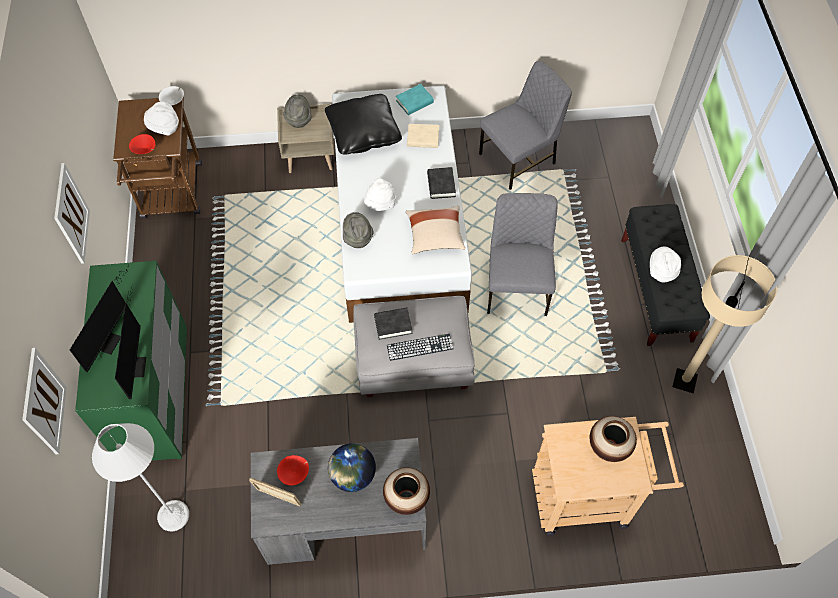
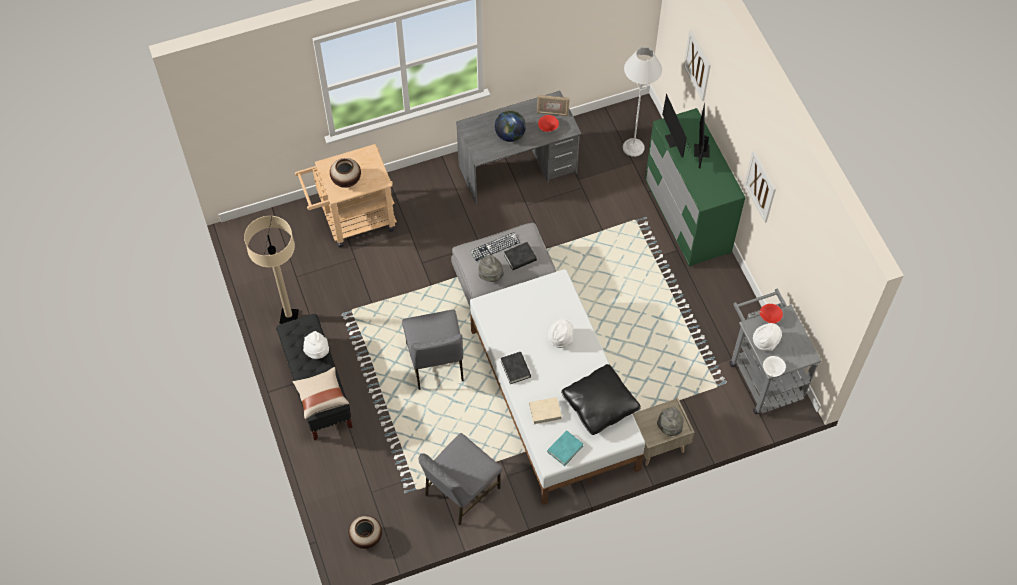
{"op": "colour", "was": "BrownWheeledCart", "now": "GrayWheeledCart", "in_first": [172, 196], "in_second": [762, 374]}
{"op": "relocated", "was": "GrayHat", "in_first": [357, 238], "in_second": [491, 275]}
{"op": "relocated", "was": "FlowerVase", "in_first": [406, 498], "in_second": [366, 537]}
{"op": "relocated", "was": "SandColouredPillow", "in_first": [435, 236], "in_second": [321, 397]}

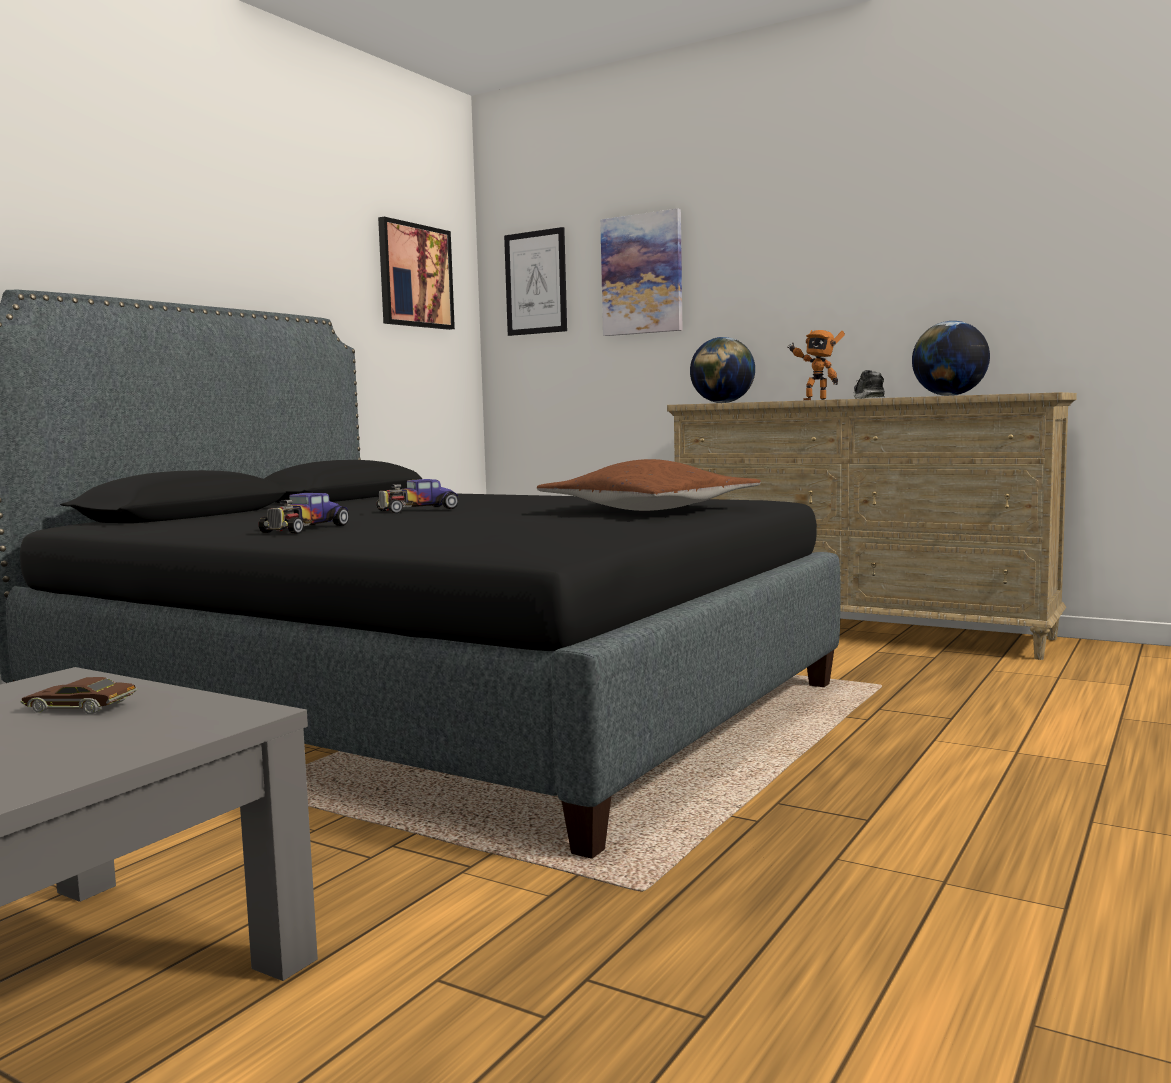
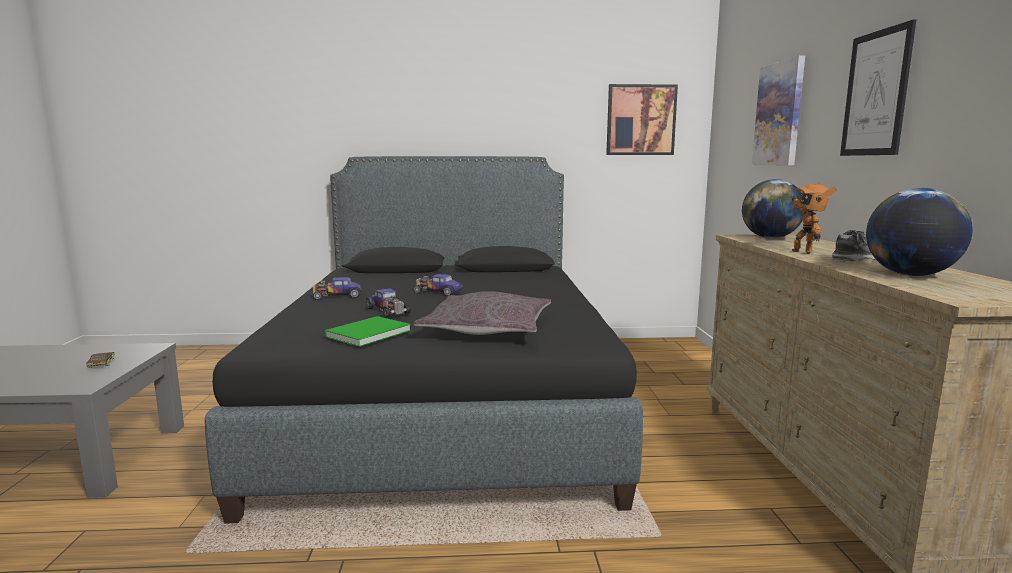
{"op": "relocated", "was": "WallPicture", "in_first": [536, 282], "in_second": [876, 93]}
{"op": "colour", "was": "BrownPillow", "now": "GrayPillow", "in_first": [648, 510], "in_second": [487, 329]}
{"op": "appeared", "now": "GreenishBoundBook", "in_second": [365, 333]}
{"op": "appeared", "now": "MiniatureCar", "in_second": [388, 311]}

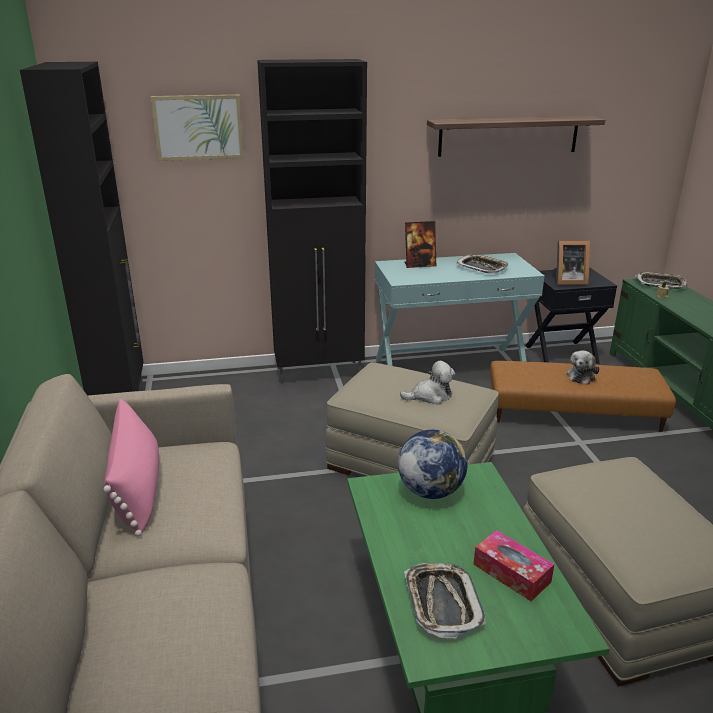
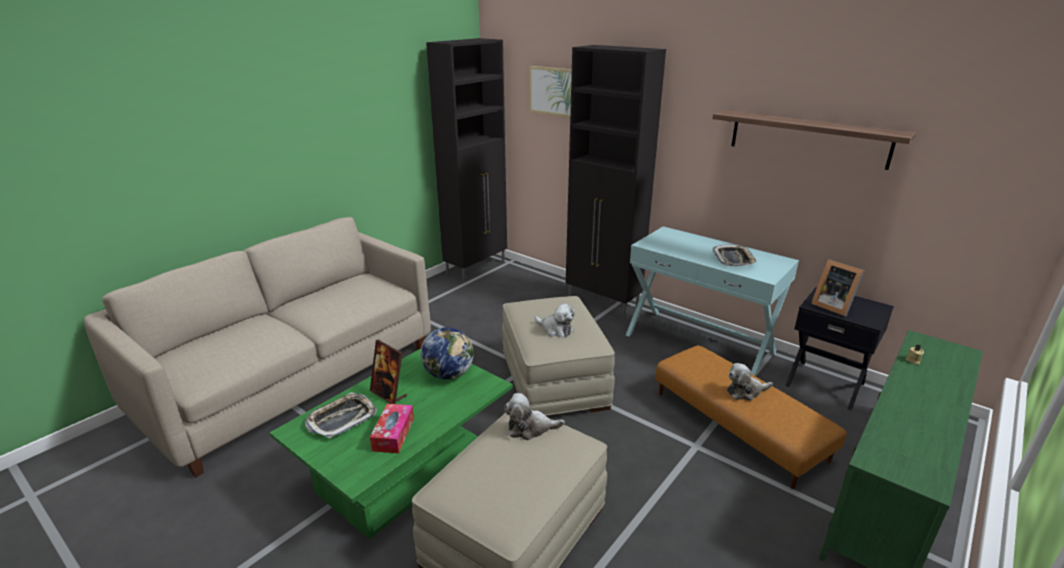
{"op": "missing", "was": "PinkishPillow", "in_first": [138, 488]}
{"op": "relocated", "was": "PhotoFrame", "in_first": [419, 265], "in_second": [388, 394]}
{"op": "missing", "was": "CarryingTray", "in_first": [660, 284]}
{"op": "appeared", "now": "CuddlyToy", "in_second": [530, 428]}

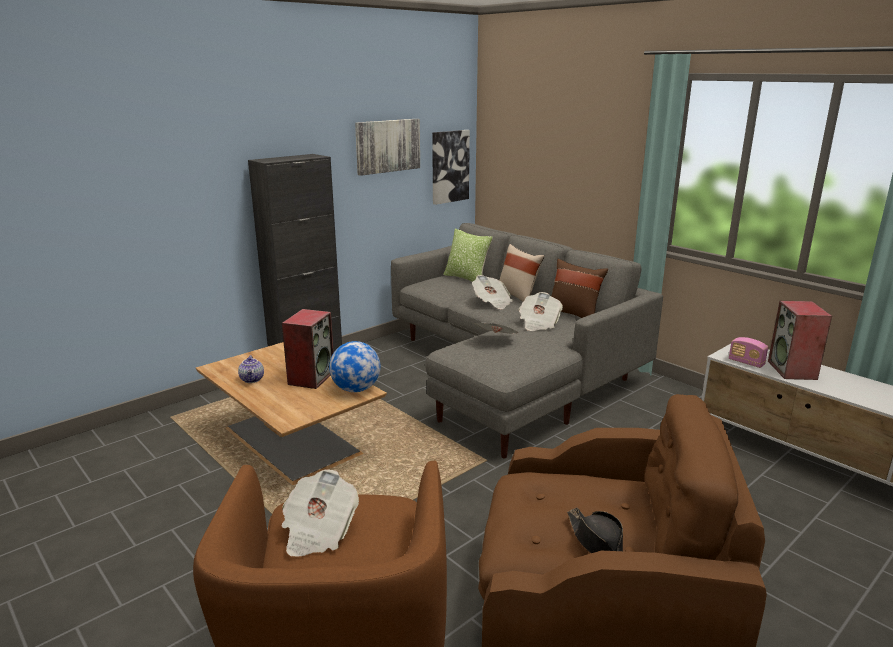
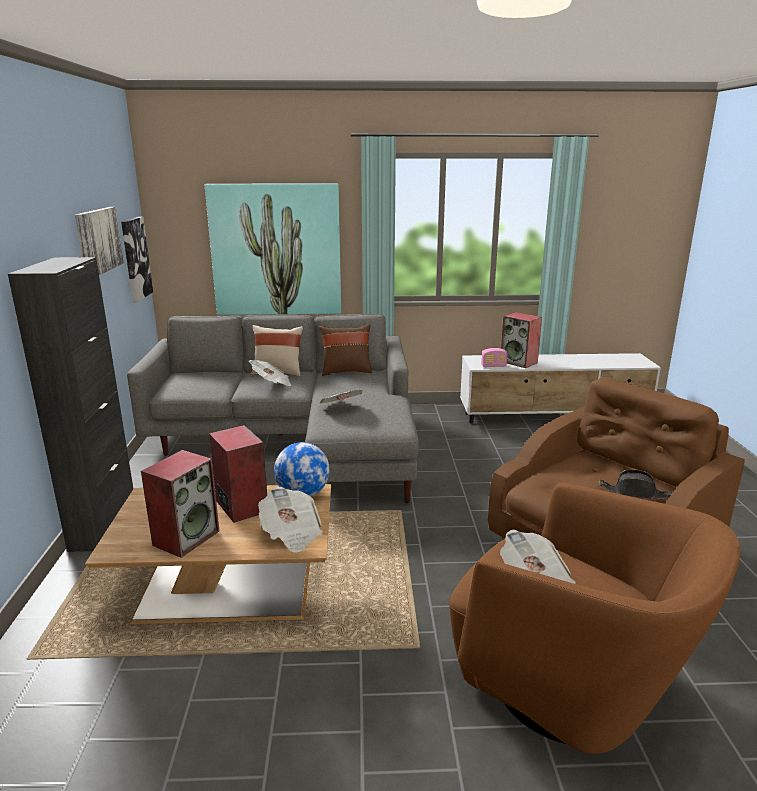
{"op": "exchanged", "was": "TeaPot", "now": "Loudspeaker", "in_first": [252, 379], "in_second": [186, 537]}
{"op": "missing", "was": "Pillow", "in_first": [466, 278]}
{"op": "relocated", "was": "PrintedPaper", "in_first": [538, 323], "in_second": [291, 534]}
{"op": "appeared", "now": "WallPicture", "in_second": [276, 250]}

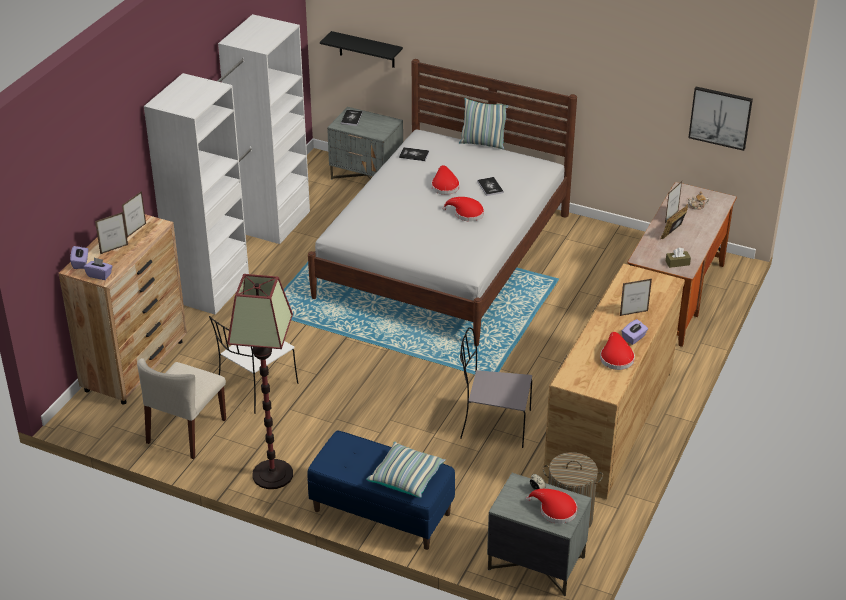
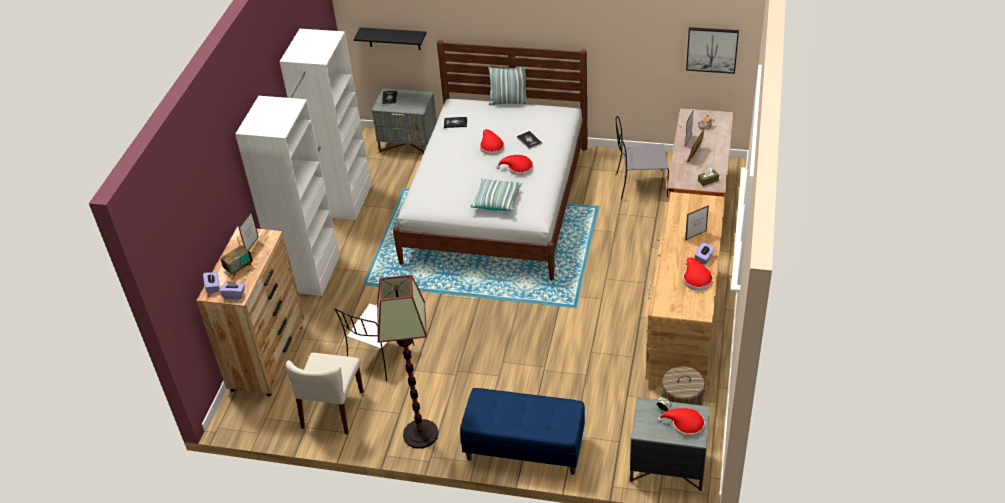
{"op": "exchanged", "was": "PhotoFrame", "now": "RadioReceiver", "in_first": [114, 249], "in_second": [239, 267]}
{"op": "relocated", "was": "Pillow", "in_first": [406, 477], "in_second": [497, 201]}
{"op": "relocated", "was": "GrayPlainChair", "in_first": [493, 424], "in_second": [640, 185]}

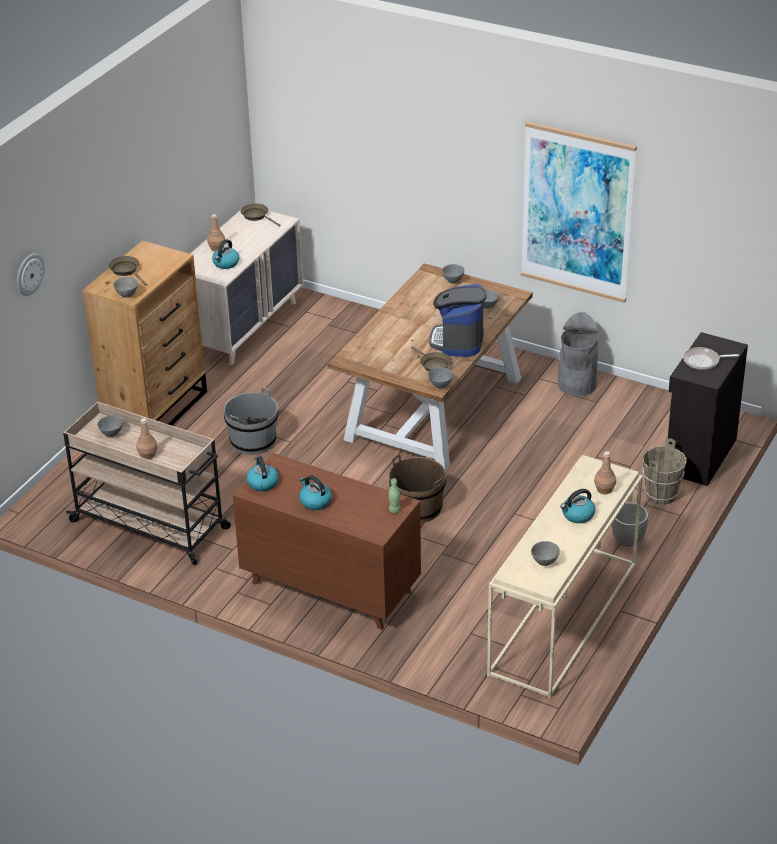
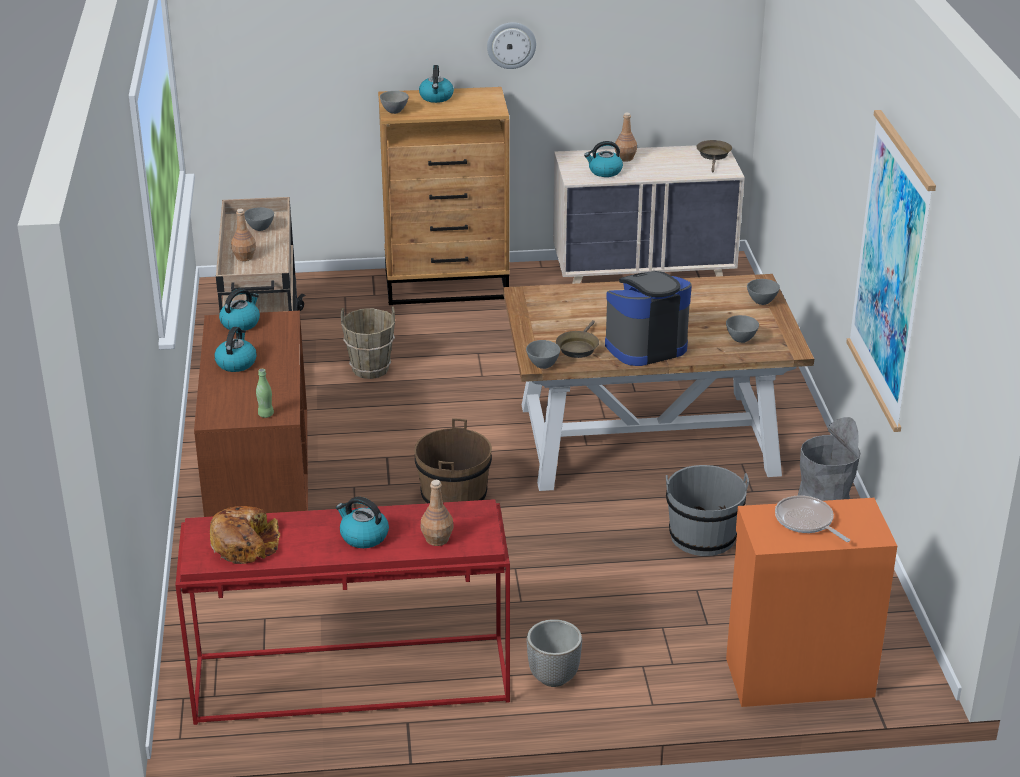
{"op": "relocated", "was": "ClockOnTheWall", "in_first": [29, 274], "in_second": [511, 45]}
{"op": "exchanged", "was": "BrownFryingPan", "now": "TeaKettle", "in_first": [126, 271], "in_second": [436, 97]}
{"op": "relocated", "was": "GrayWaterBucket", "in_first": [253, 441], "in_second": [702, 536]}
{"op": "colour", "was": "SandColouredNarrowTable", "now": "RedColouredNarrowTable", "in_first": [564, 620], "in_second": [349, 681]}
{"op": "exchanged", "was": "GrayBowl", "now": "Bread", "in_first": [545, 562], "in_second": [245, 544]}
{"op": "relocated", "was": "BrownWaterBucket", "in_first": [661, 495], "in_second": [370, 369]}
{"op": "colour", "was": "BlackishCupboard", "now": "OrangeColouredCupboard", "in_first": [699, 456], "in_second": [797, 676]}

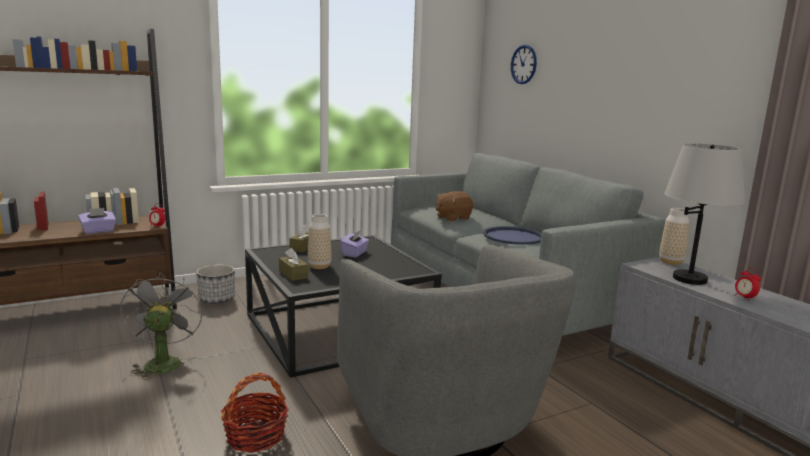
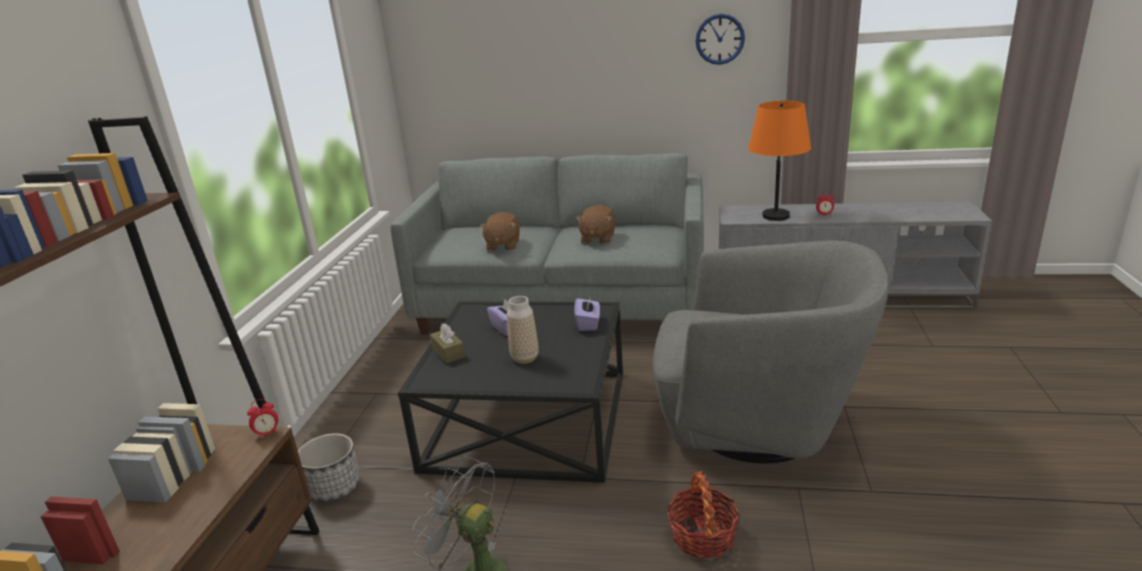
{"op": "relocated", "was": "PurplishTissueBox", "in_first": [98, 231], "in_second": [588, 324]}
{"op": "missing", "was": "BrownTissueBox", "in_first": [293, 274]}
{"op": "exchanged", "was": "BlueColouredCarryingTray", "now": "BrownCuddlyToy", "in_first": [513, 236], "in_second": [597, 238]}
{"op": "relocated", "was": "ClockOnTheWall", "in_first": [523, 64], "in_second": [720, 39]}
{"op": "missing", "was": "FlowerVase", "in_first": [671, 262]}
{"op": "colour", "was": "GrayLampForATable", "now": "OrangeColouredLampForATable", "in_first": [689, 279], "in_second": [775, 216]}

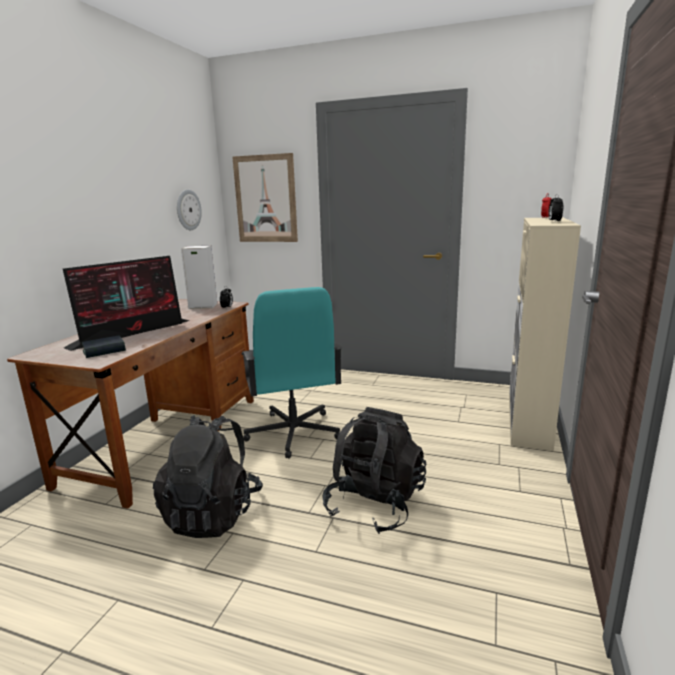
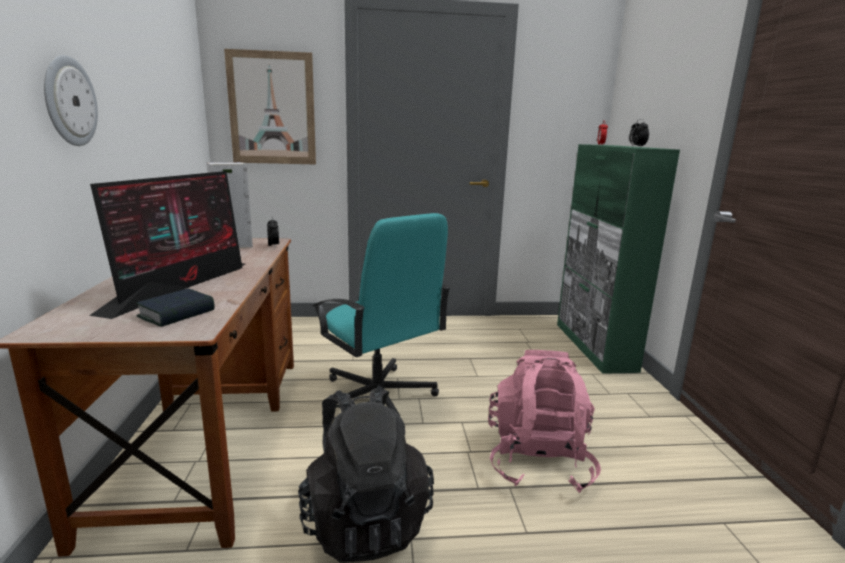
{"op": "relocated", "was": "ClockOnTheWall", "in_first": [188, 210], "in_second": [69, 101]}
{"op": "colour", "was": "BlackishBackpack", "now": "PinkishBackpack", "in_first": [375, 504], "in_second": [538, 461]}
{"op": "colour", "was": "SandColouredCupboard", "now": "GreenishCupboard", "in_first": [528, 420], "in_second": [594, 346]}

